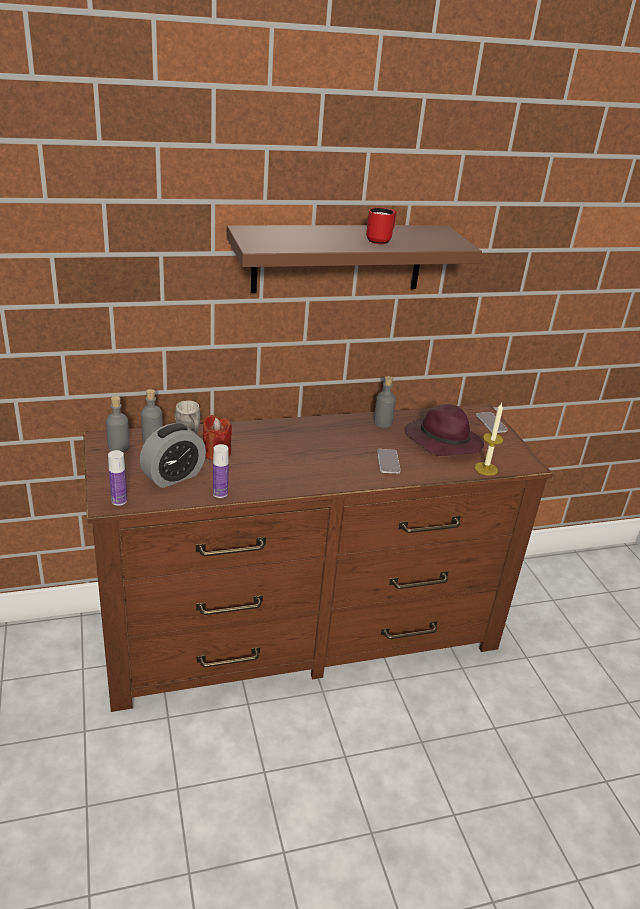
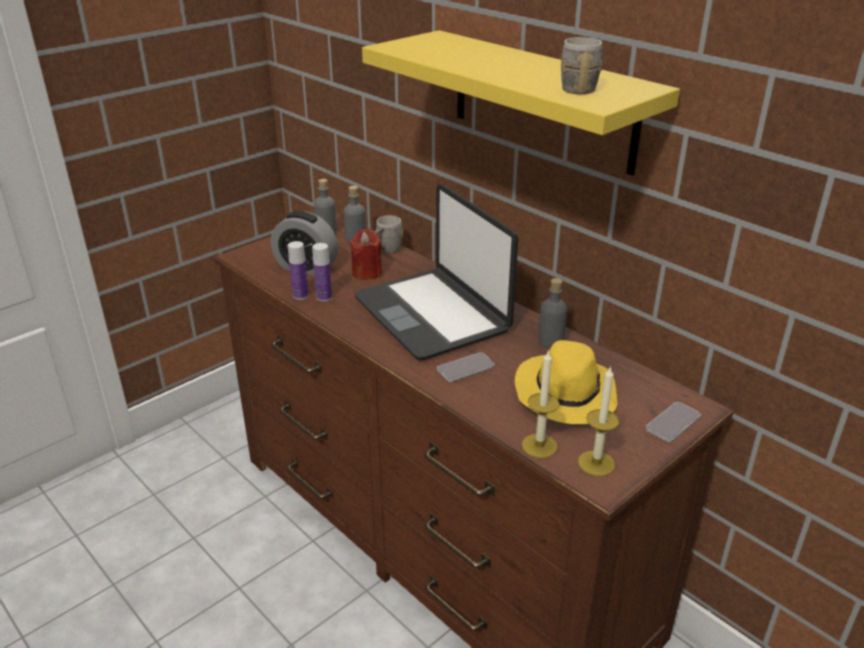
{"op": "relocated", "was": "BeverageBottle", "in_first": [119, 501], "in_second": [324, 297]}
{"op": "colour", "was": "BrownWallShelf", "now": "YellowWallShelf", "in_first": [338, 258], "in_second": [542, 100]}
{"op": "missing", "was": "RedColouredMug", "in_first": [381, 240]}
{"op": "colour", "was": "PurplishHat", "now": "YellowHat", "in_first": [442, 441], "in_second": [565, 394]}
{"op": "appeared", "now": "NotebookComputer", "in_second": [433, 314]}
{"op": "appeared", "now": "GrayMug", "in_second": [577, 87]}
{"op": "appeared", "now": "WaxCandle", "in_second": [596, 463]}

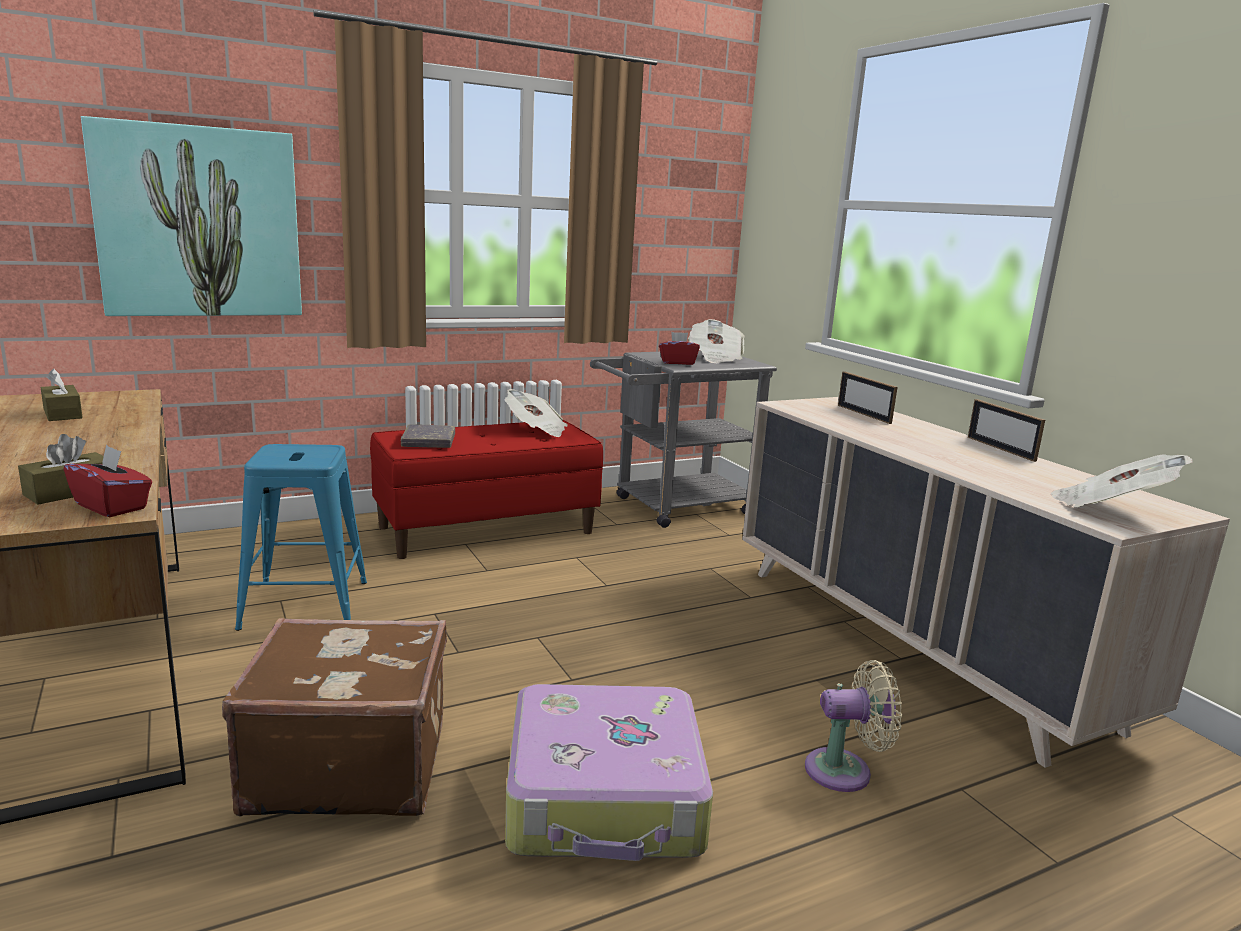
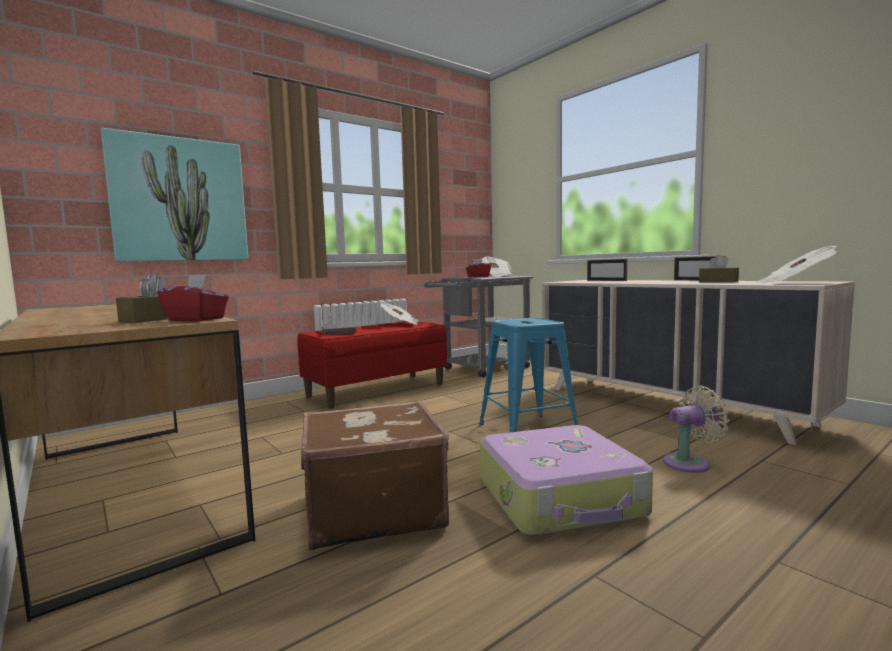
{"op": "relocated", "was": "BrownTissueBox", "in_first": [62, 413], "in_second": [718, 281]}
{"op": "relocated", "was": "BlueColouredStool", "in_first": [304, 604], "in_second": [527, 430]}

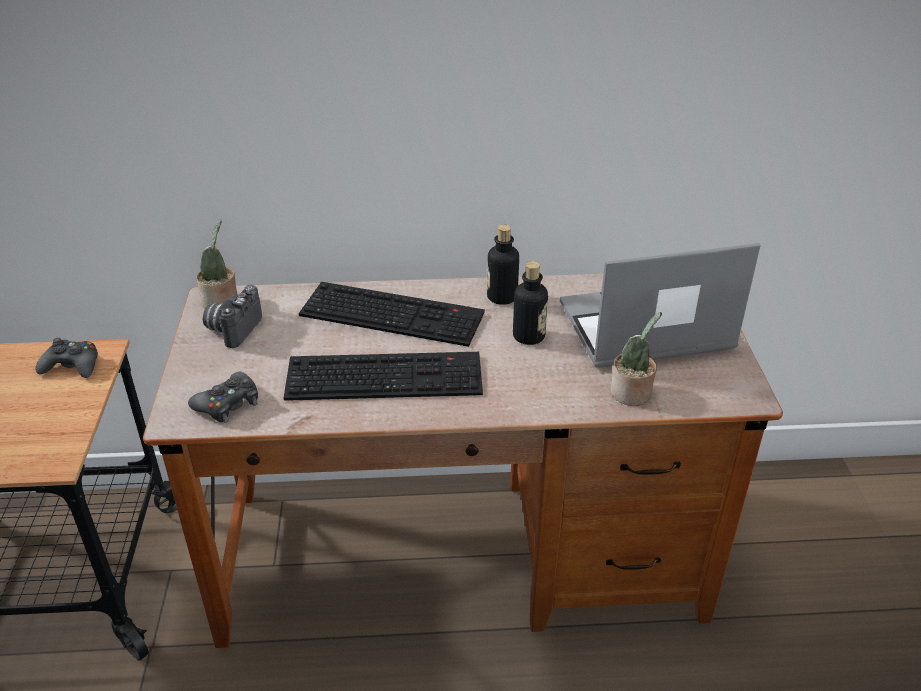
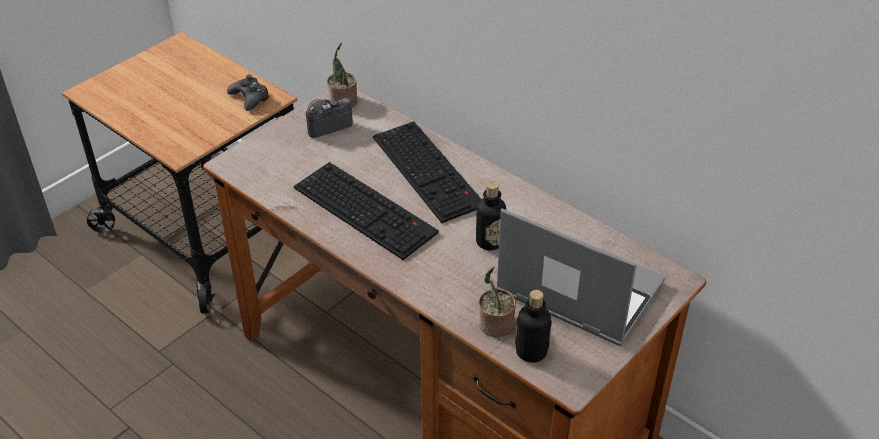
{"op": "missing", "was": "BlackishGamepad", "in_first": [228, 404]}
{"op": "relocated", "was": "BeverageBottle", "in_first": [502, 297], "in_second": [531, 351]}

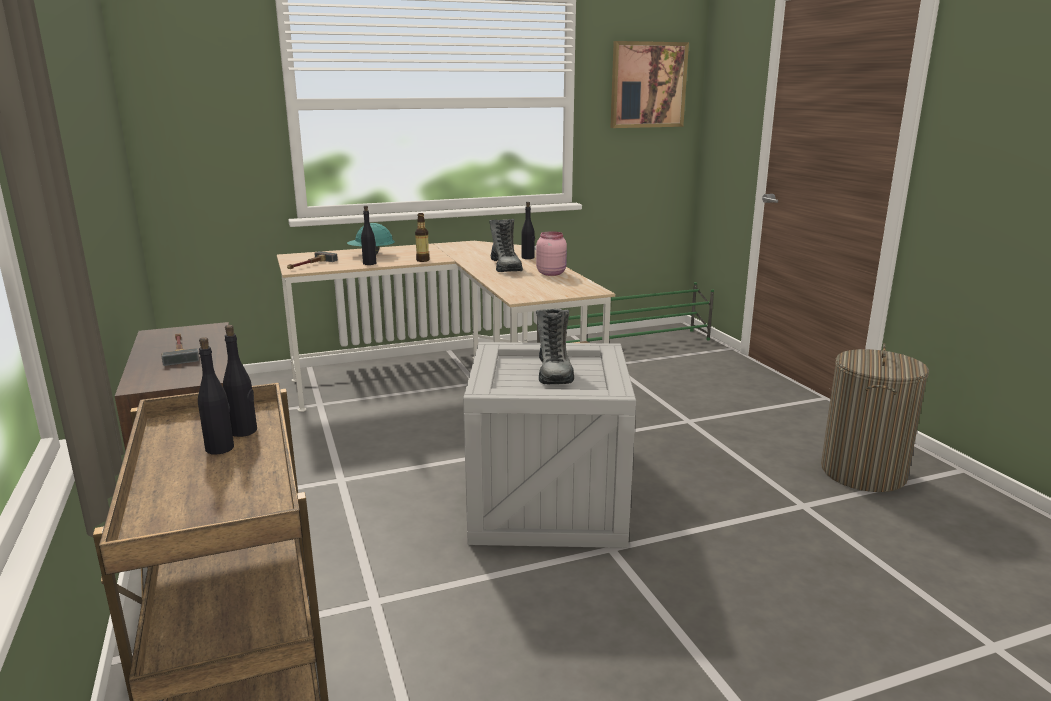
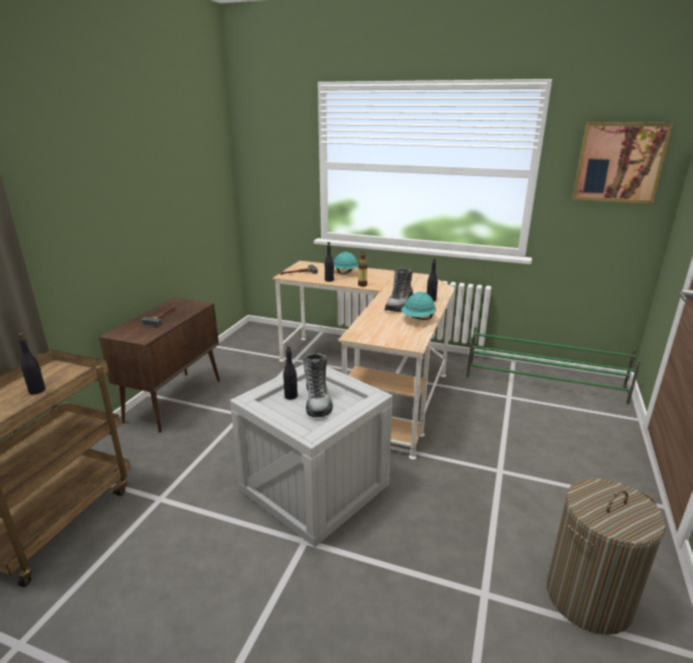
{"op": "relocated", "was": "BlackishBeverageBottle", "in_first": [244, 431], "in_second": [291, 396]}
{"op": "exchanged", "was": "PinkishStorageJar", "now": "TurquoiseSafetyHelmet", "in_first": [551, 273], "in_second": [418, 319]}
{"op": "spun", "was": "HighTopBoot", "in_first": [554, 372], "in_second": [317, 401], "clockwise": -45}

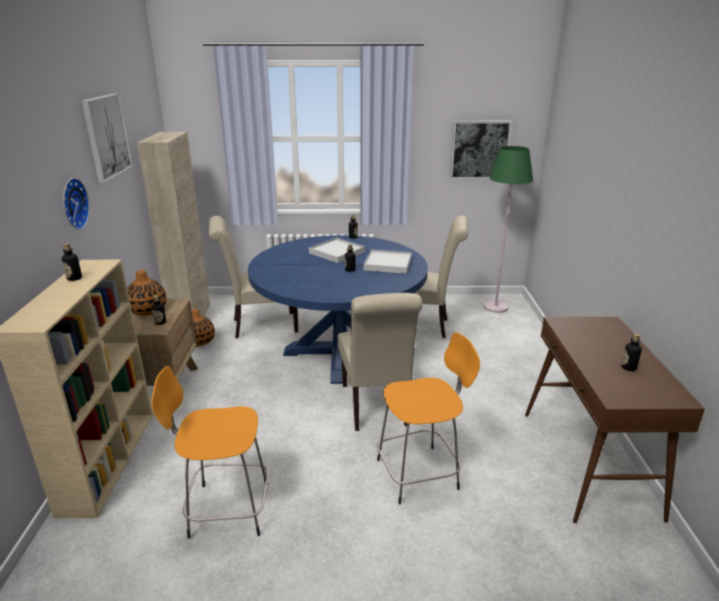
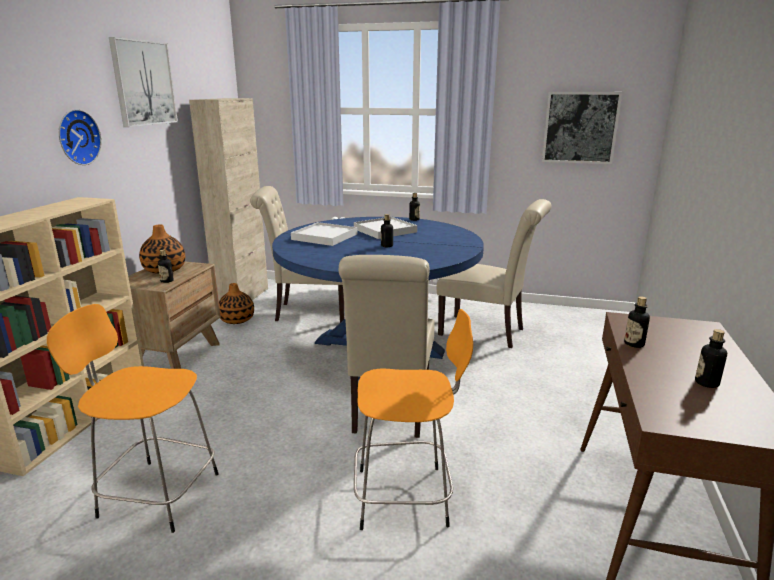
{"op": "relocated", "was": "BeverageBottle", "in_first": [74, 278], "in_second": [634, 344]}
{"op": "relocated", "was": "WhiteColouredCarryingTray", "in_first": [387, 264], "in_second": [324, 237]}
{"op": "missing", "was": "GreenishStandardLamp", "in_first": [495, 307]}

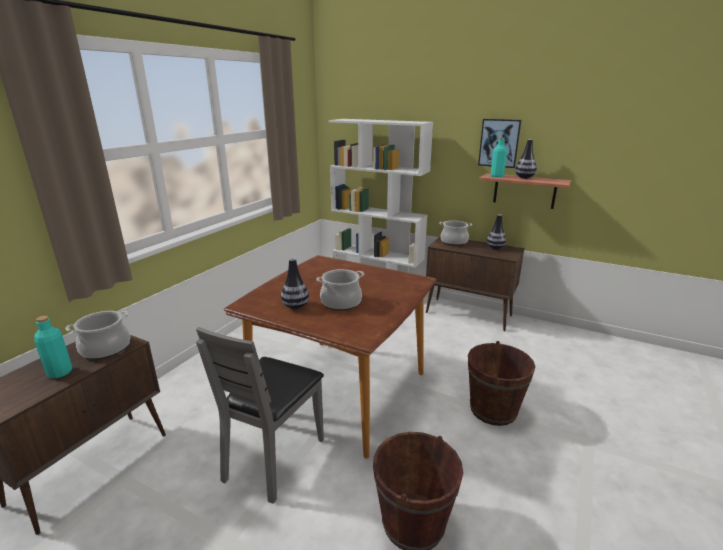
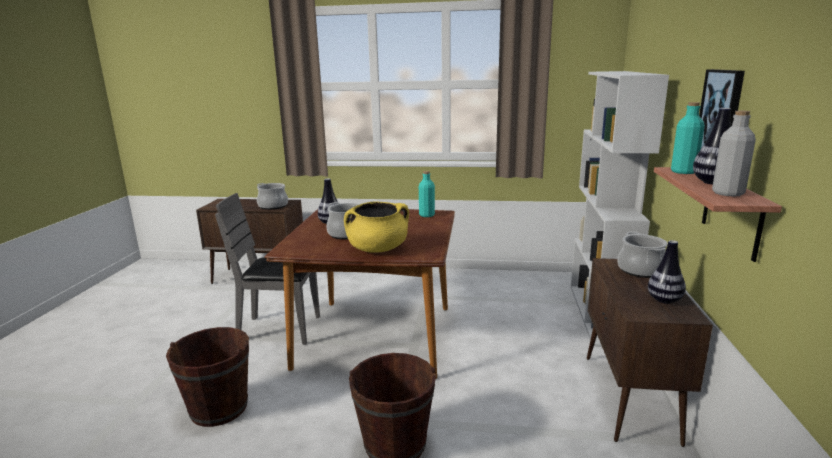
{"op": "relocated", "was": "TurquoiseBeverageBottle", "in_first": [60, 372], "in_second": [427, 215]}
{"op": "appeared", "now": "YellowStockpot", "in_second": [378, 249]}
{"op": "appeared", "now": "GrayBeverageBottle", "in_second": [728, 193]}

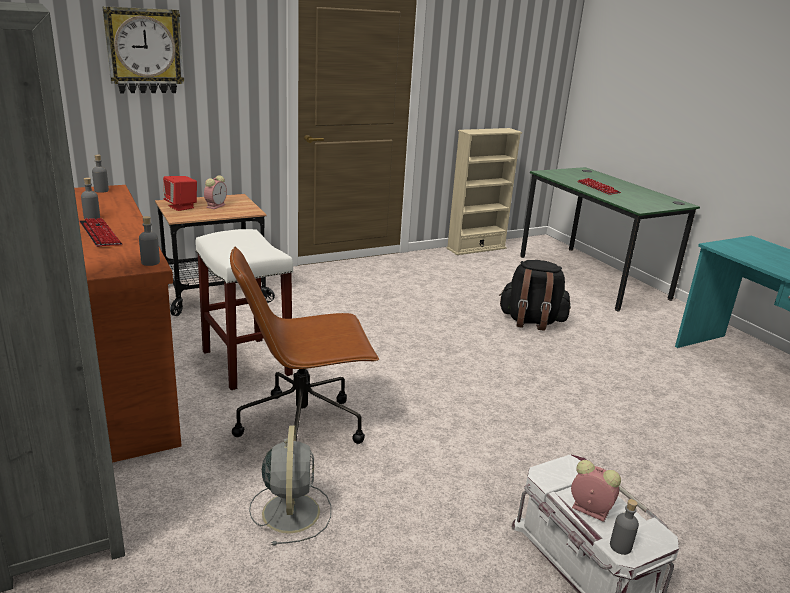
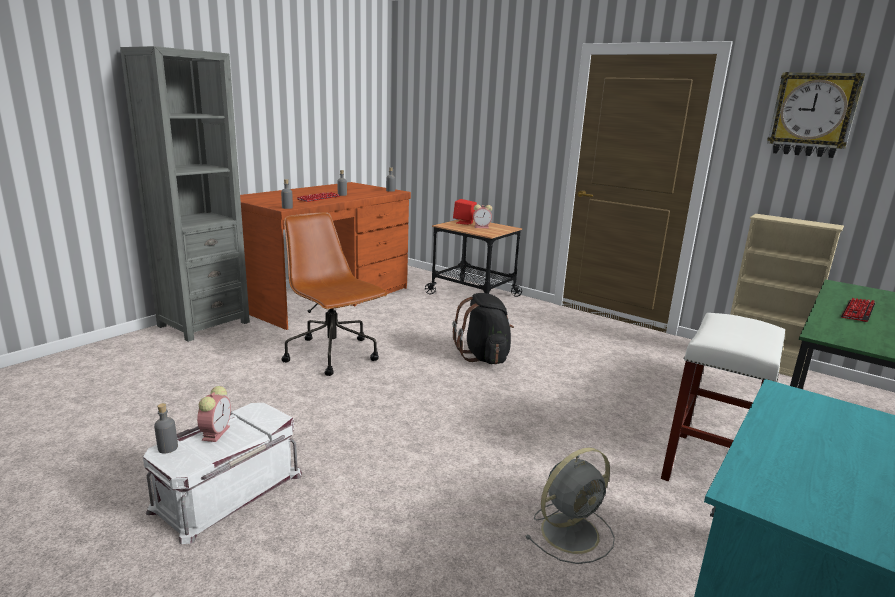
{"op": "relocated", "was": "ClockOnTheWall", "in_first": [144, 51], "in_second": [813, 115]}
{"op": "relocated", "was": "WhiteColouredStool", "in_first": [247, 363], "in_second": [709, 468]}
{"op": "relocated", "was": "GrayElectricFan", "in_first": [291, 510], "in_second": [572, 531]}
{"op": "relocated", "was": "BlackishBackpack", "in_first": [531, 321], "in_second": [484, 356]}

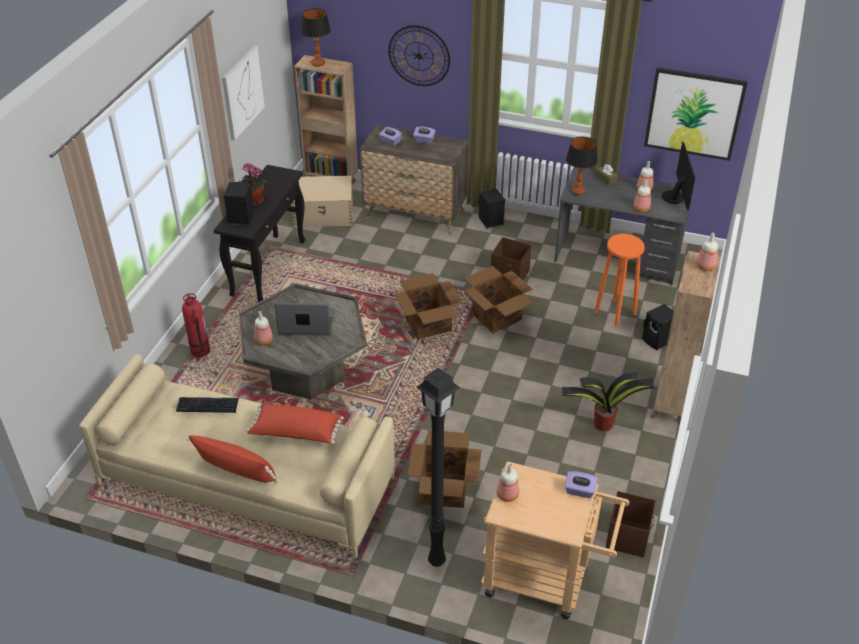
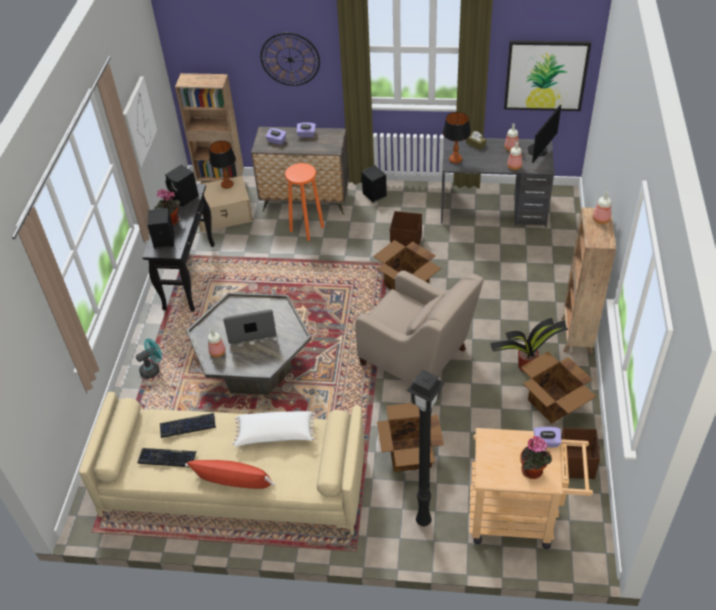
{"op": "exchanged", "was": "FireExtinguisher", "now": "TurquoiseElectricFan", "in_first": [200, 351], "in_second": [153, 369]}
{"op": "colour", "was": "RedColouredPillow", "now": "WhiteColouredPillow", "in_first": [295, 432], "in_second": [275, 435]}
{"op": "relocated", "was": "LampForATable", "in_first": [318, 63], "in_second": [227, 185]}
{"op": "relocated", "was": "CardboardBox", "in_first": [428, 325], "in_second": [553, 404]}
{"op": "missing", "was": "BeverageBottle", "in_first": [506, 495]}
{"op": "relocated", "was": "OrangeColouredStool", "in_first": [615, 312], "in_second": [306, 229]}
{"op": "relocated", "was": "BlackishLoudspeaker", "in_first": [658, 340], "in_second": [185, 198]}
{"op": "spun", "was": "ComputerDisplay", "in_first": [675, 197], "in_second": [540, 151], "clockwise": 45}
{"op": "appeared", "now": "Keyboard", "in_second": [167, 458]}
{"op": "appeared", "now": "SandColouredArmchair", "in_second": [416, 358]}
{"op": "appeared", "now": "PlantInAPot", "in_second": [533, 472]}

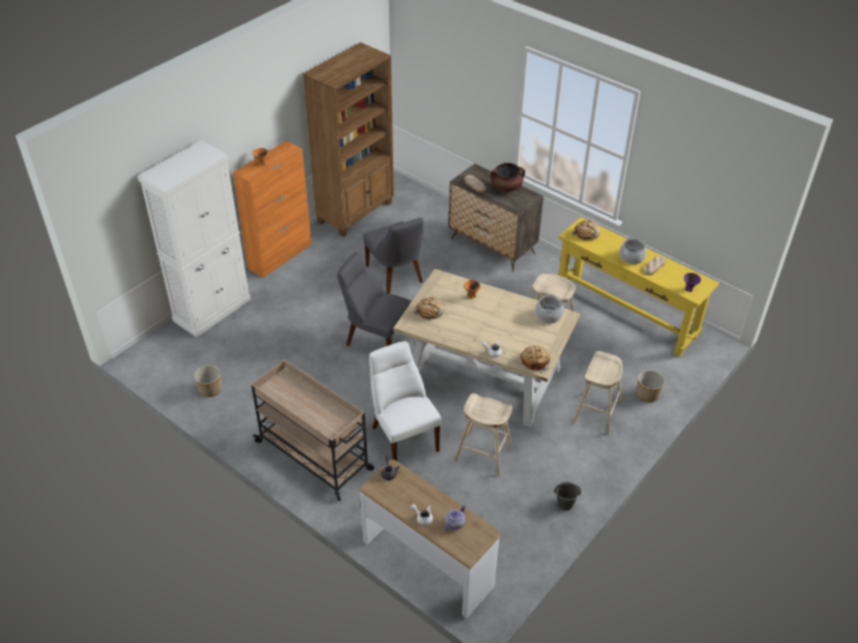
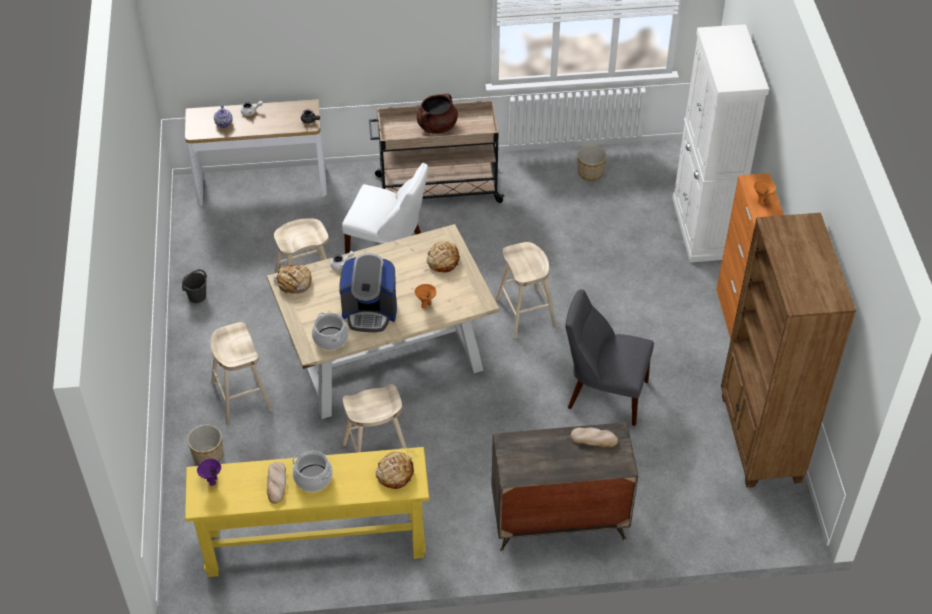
{"op": "exchanged", "was": "GrayPlainChair", "now": "SandColouredStool", "in_first": [376, 339], "in_second": [525, 313]}
{"op": "relocated", "was": "BrownStockpot", "in_first": [506, 187], "in_second": [437, 126]}
{"op": "appeared", "now": "CoffeeMaker", "in_second": [370, 311]}

